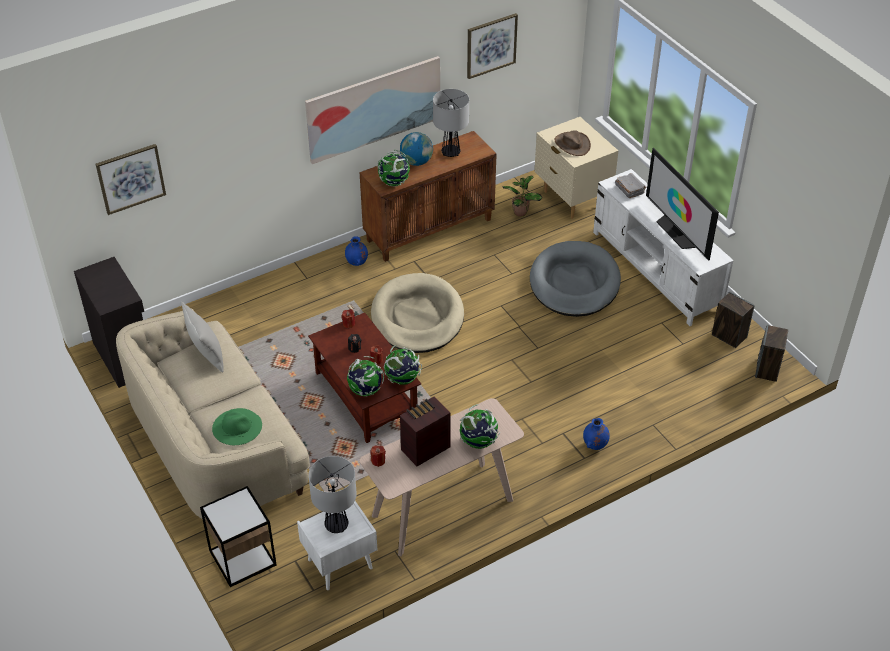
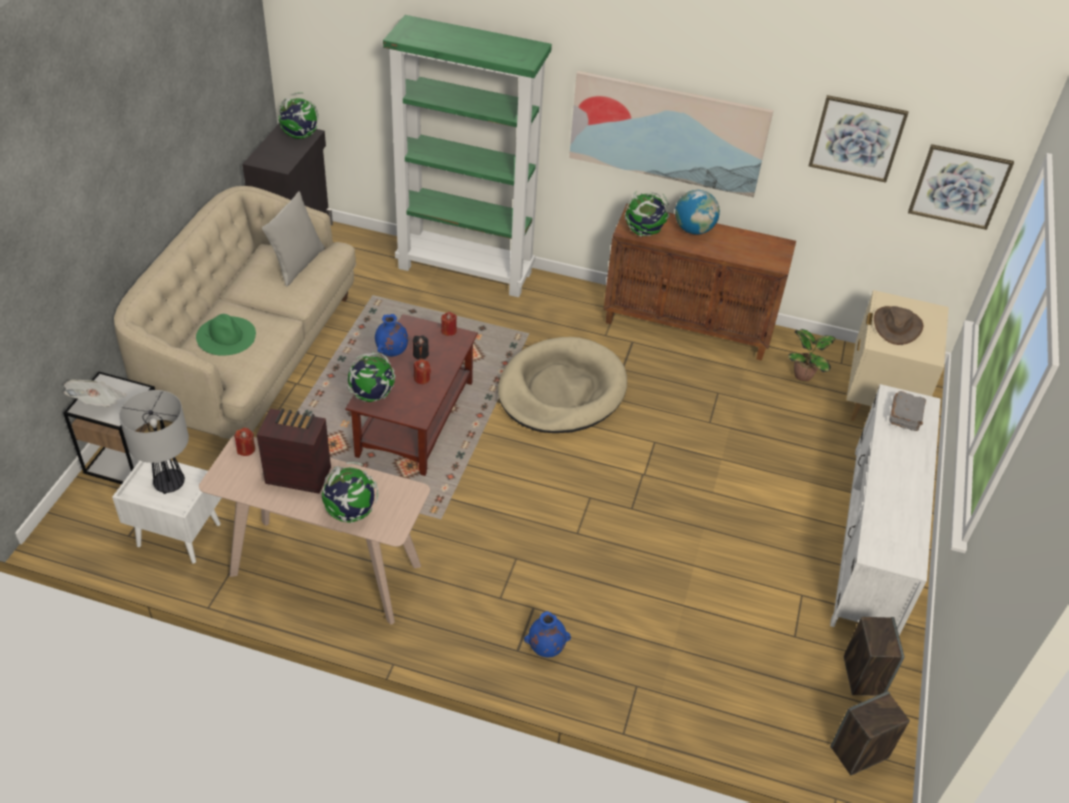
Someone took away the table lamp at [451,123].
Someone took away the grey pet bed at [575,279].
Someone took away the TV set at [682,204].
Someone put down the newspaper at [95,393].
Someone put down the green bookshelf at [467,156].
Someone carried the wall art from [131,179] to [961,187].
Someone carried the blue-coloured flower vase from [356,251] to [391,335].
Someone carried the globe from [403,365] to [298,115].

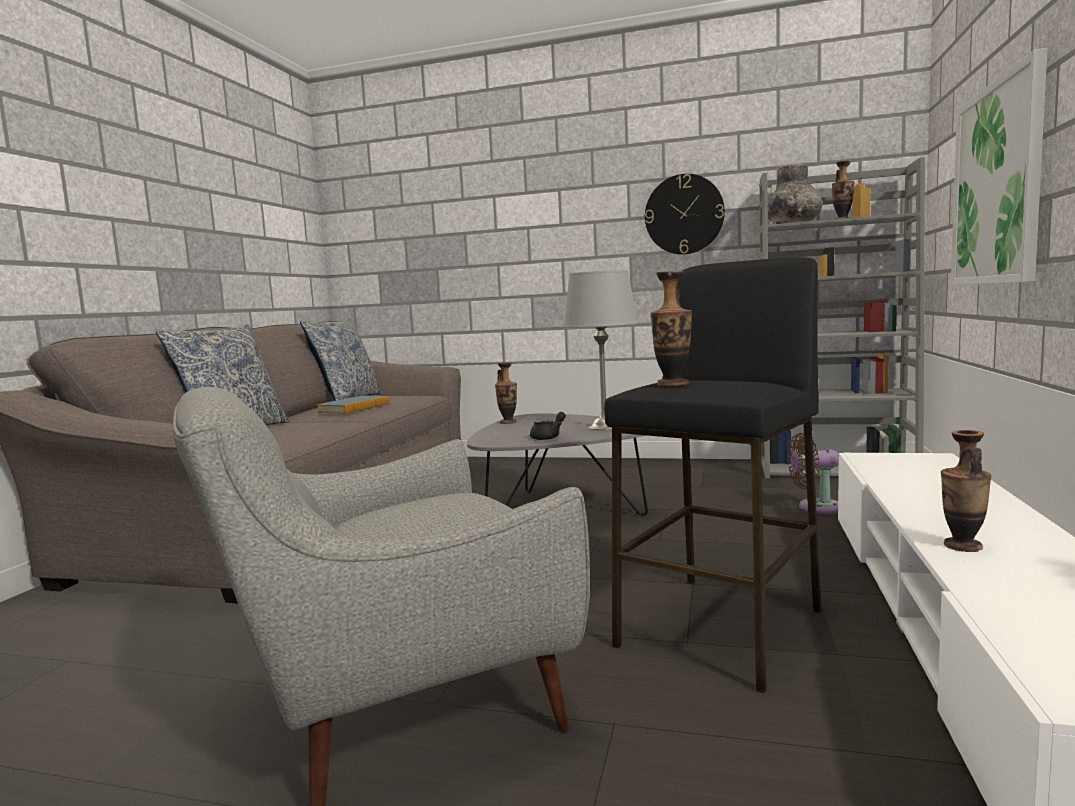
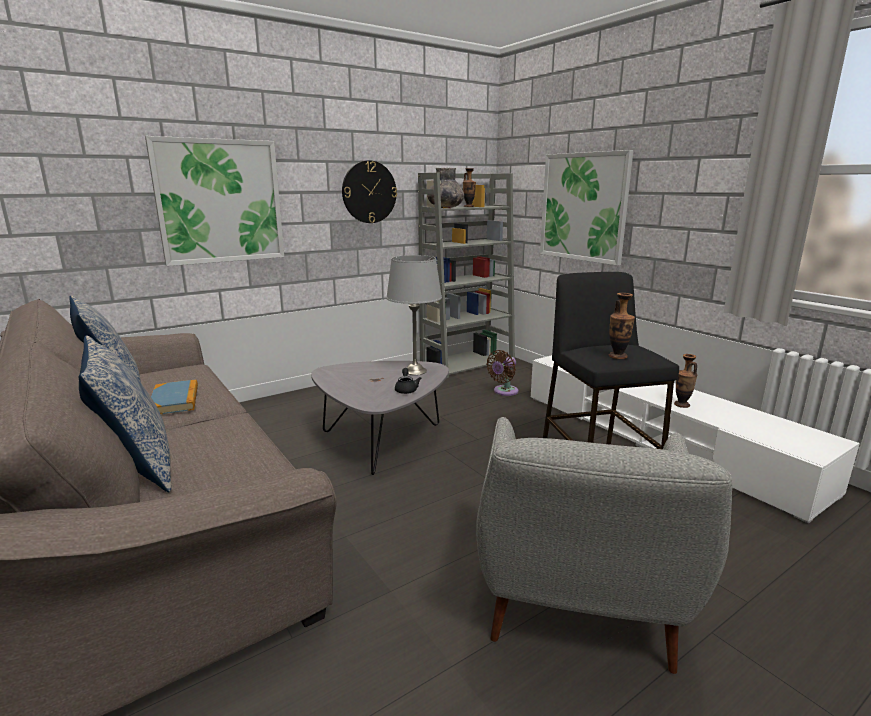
Someone took away the flower vase at [506,393].
Someone put up the wall art at [214,201].

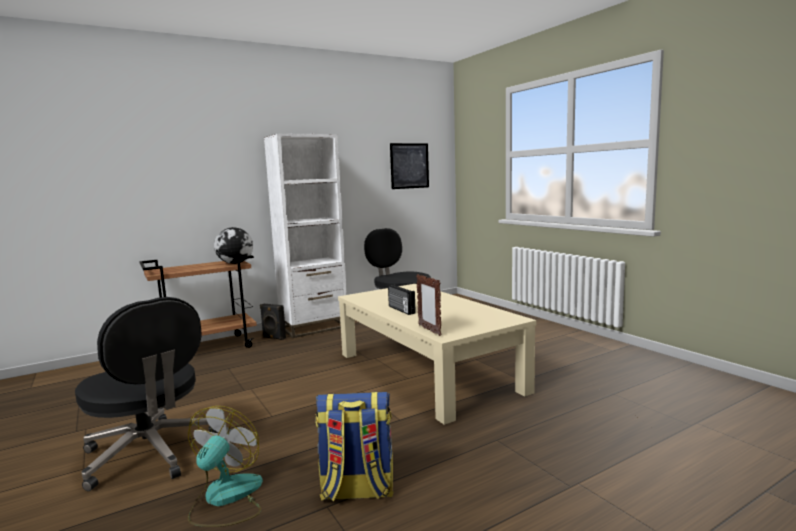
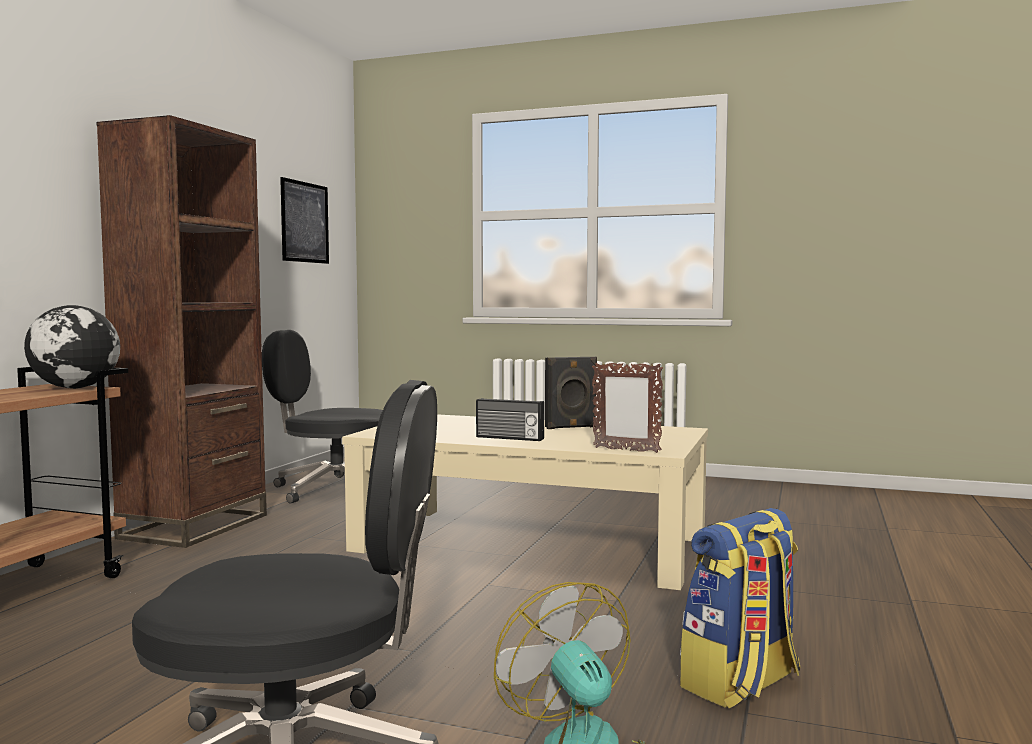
Someone carried the black-coloured speaker from [273,322] to [571,393].
Someone repainted the white bookshelf at [305,235], which became the brown bookshelf at [181,331].

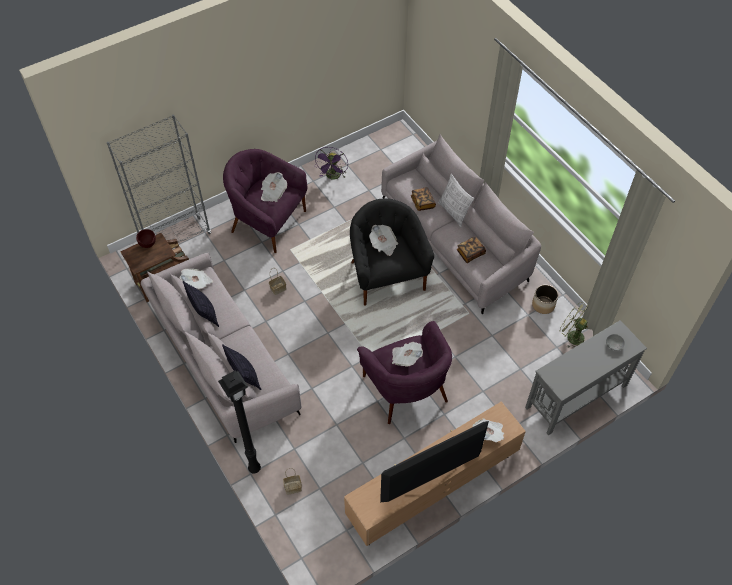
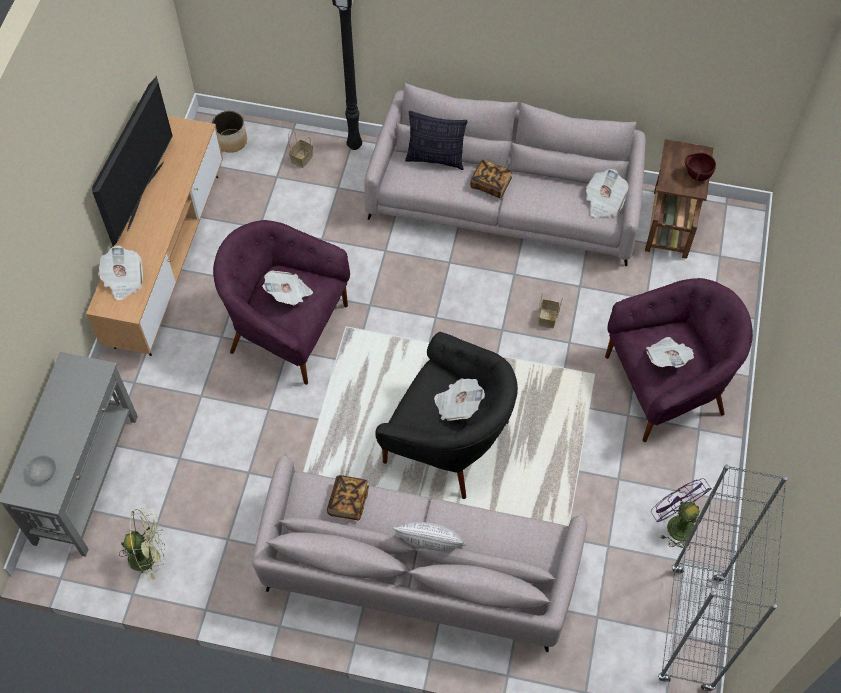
Someone took away the cushion at [201,304].
Someone carried the grey bookshelf from [159,178] to [722,578].
Someone carried the volume from [423,199] to [491,178].
Someone carried the plant pot from [545,299] to [229,132].

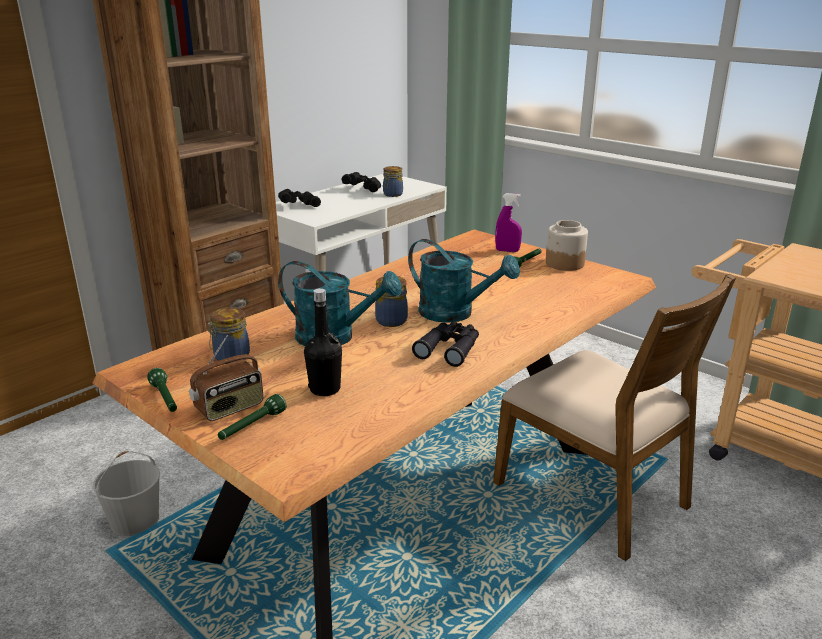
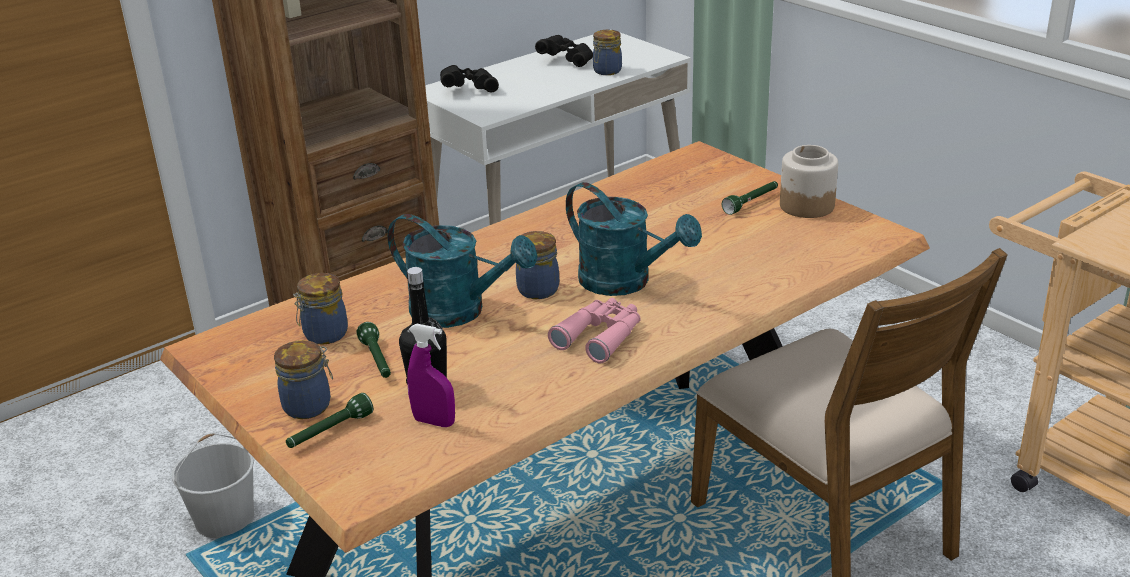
Someone carried the green torch from [162,390] to [374,350].
Someone carried the purplish sprayer from [508,222] to [431,375].
Someone swapped the radio at [226,378] for the jar at [303,379].
Someone repainted the black-coloured pair of binoculars at [445,344], which became the pink pair of binoculars at [594,331].

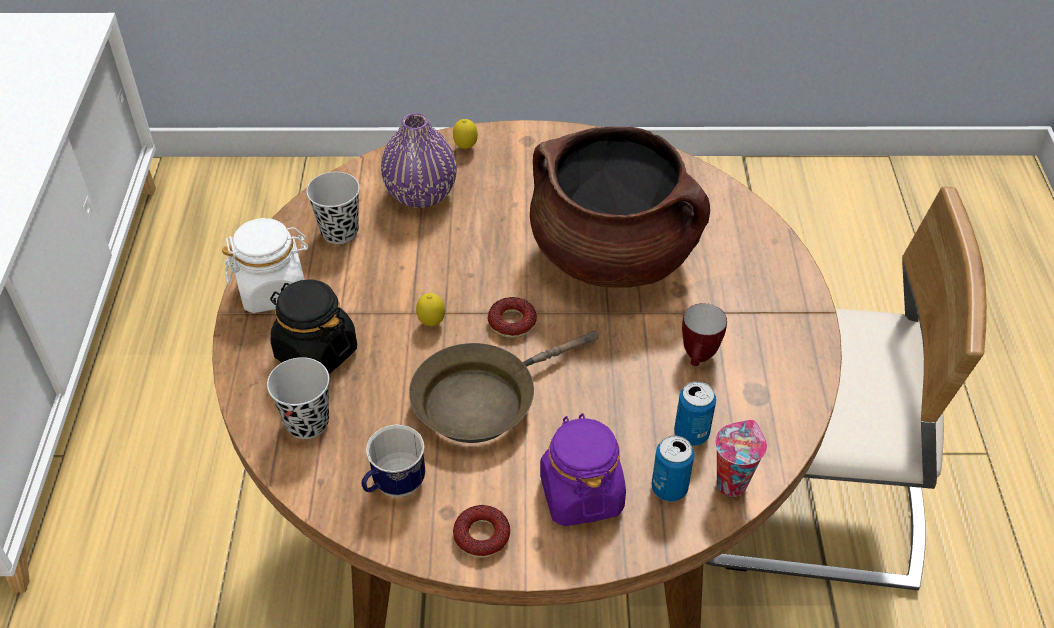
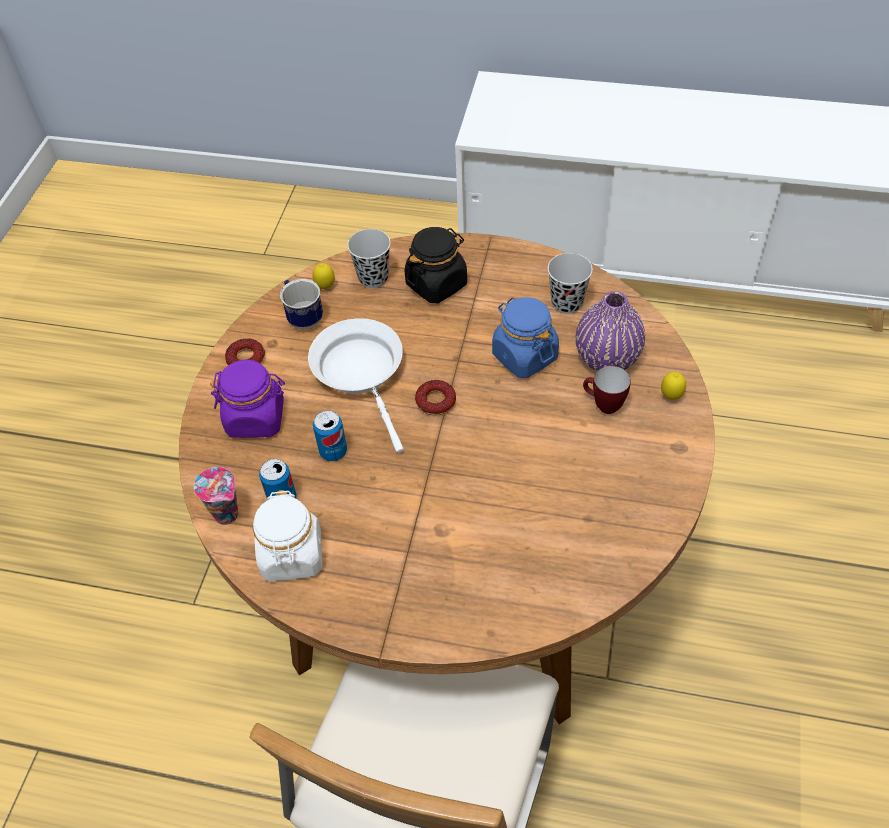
Someone took away the brown cooking pot at [620,207].
Someone put down the blue-coloured jar at [525,337].
Someone carried the white jar from [265,265] to [287,536].
Someone carried the whole lemon from [430,309] to [323,276].
Someone carried the sealed can from [673,468] to [330,435].
Someone carried the coffee mug from [704,334] to [607,390].
Someone repainted the brown pan at [504,387], which became the white pan at [356,385].

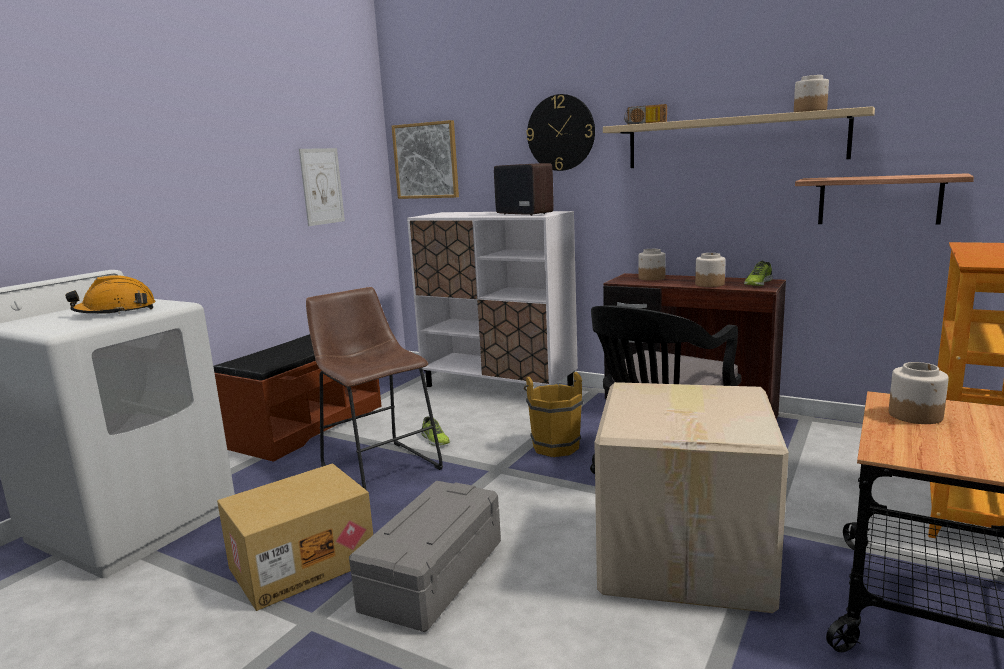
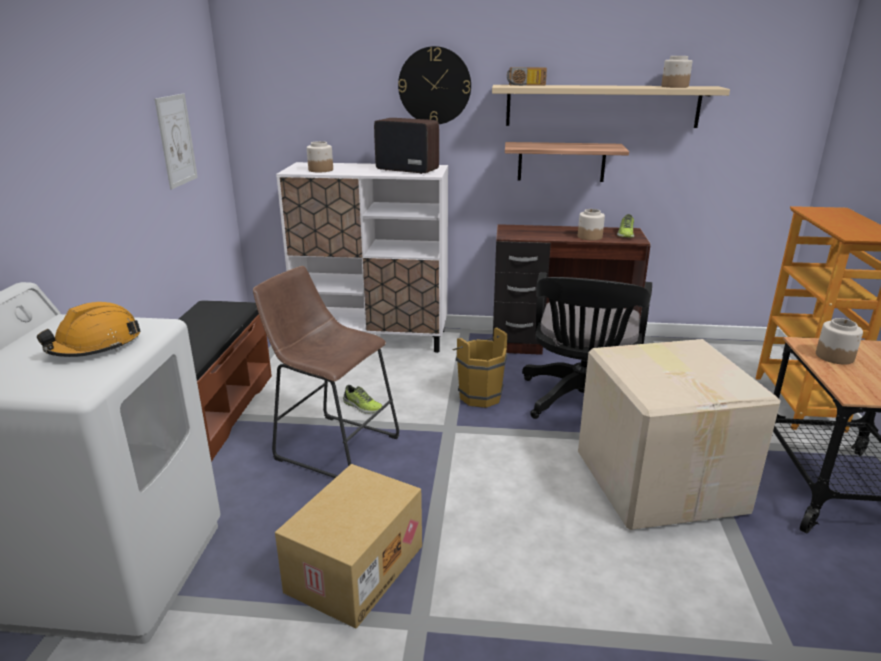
Someone took away the grey storage container at [425,556].
Someone took away the wall art at [425,159].
Someone carried the jar from [652,265] to [320,156].
Someone carried the shelf from [884,198] to [567,162].

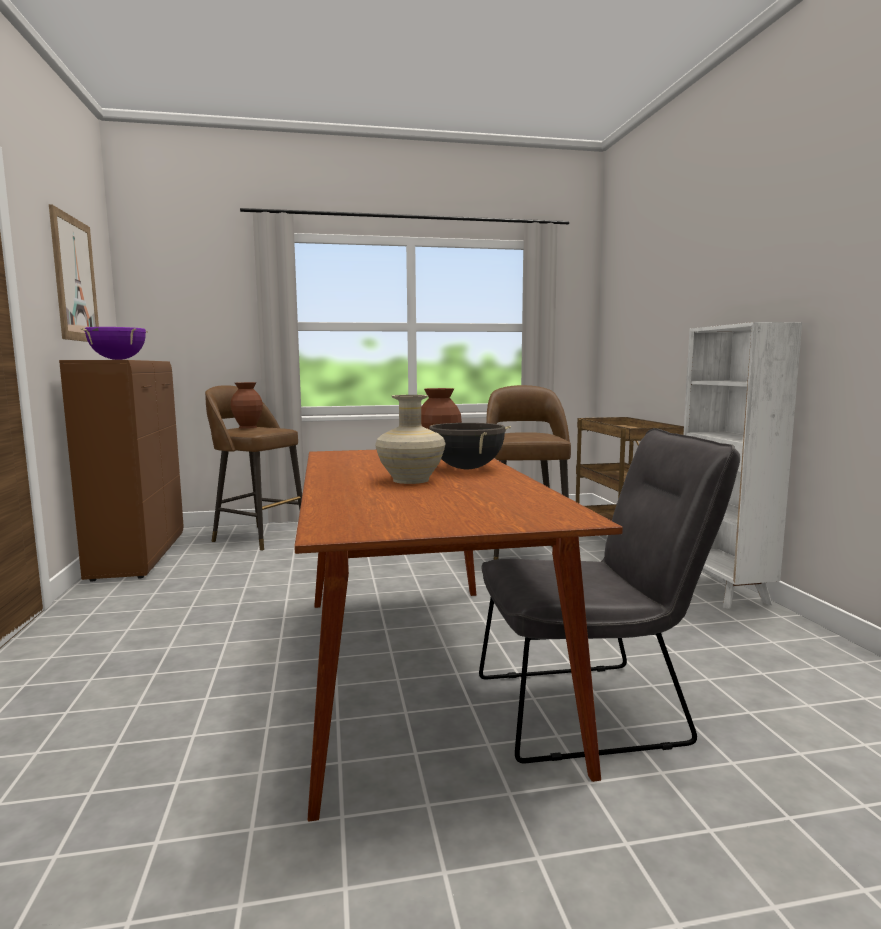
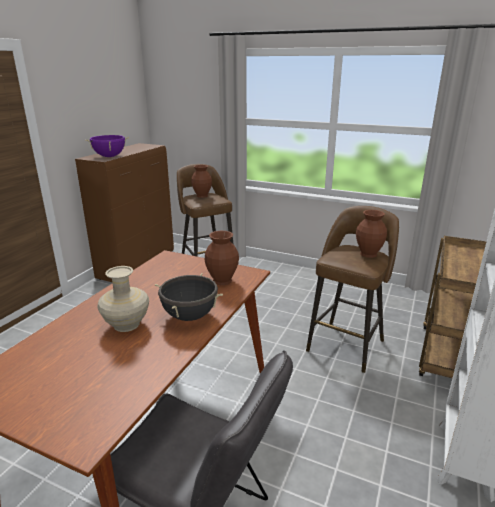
Someone took away the wall art at [74,273].
Someone put down the brown flower vase at [371,234].

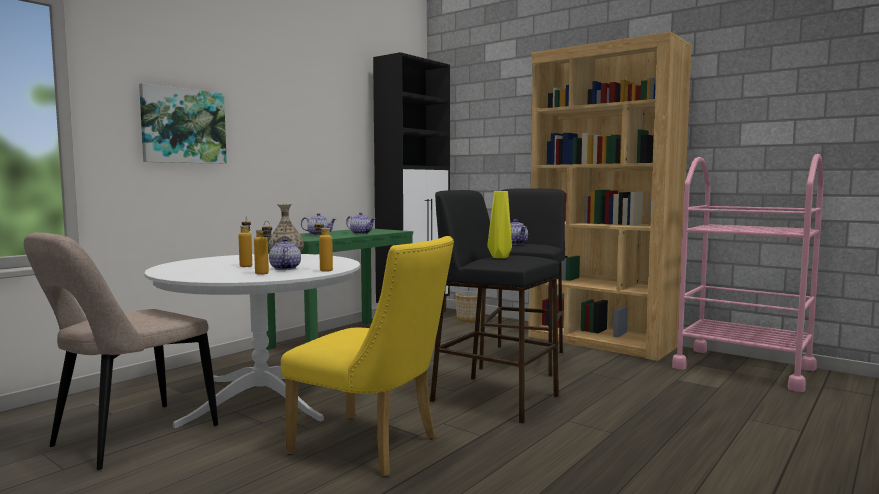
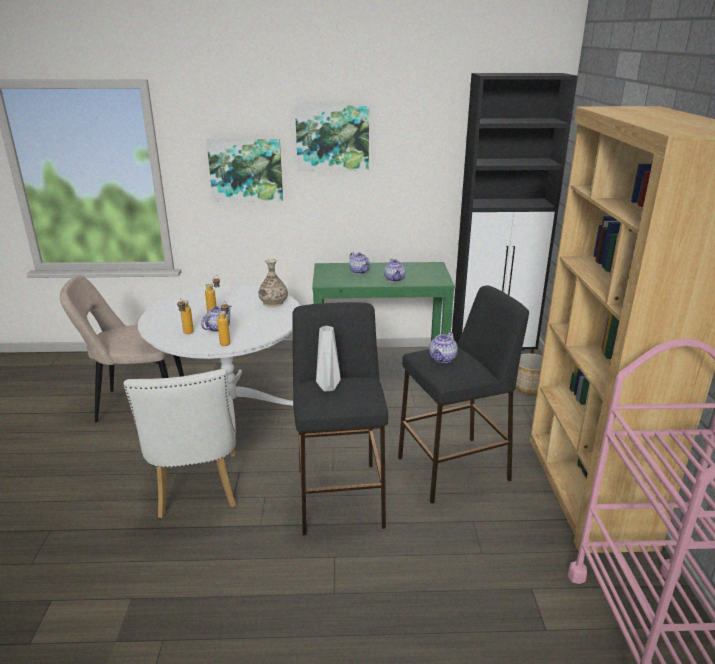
Someone put up the wall art at [332,137].
Someone repainted the yellowish upright chair at [367,356], which became the white upright chair at [180,443].
Someone repainted the yellowish flower vase at [499,224], which became the grey flower vase at [328,358].

